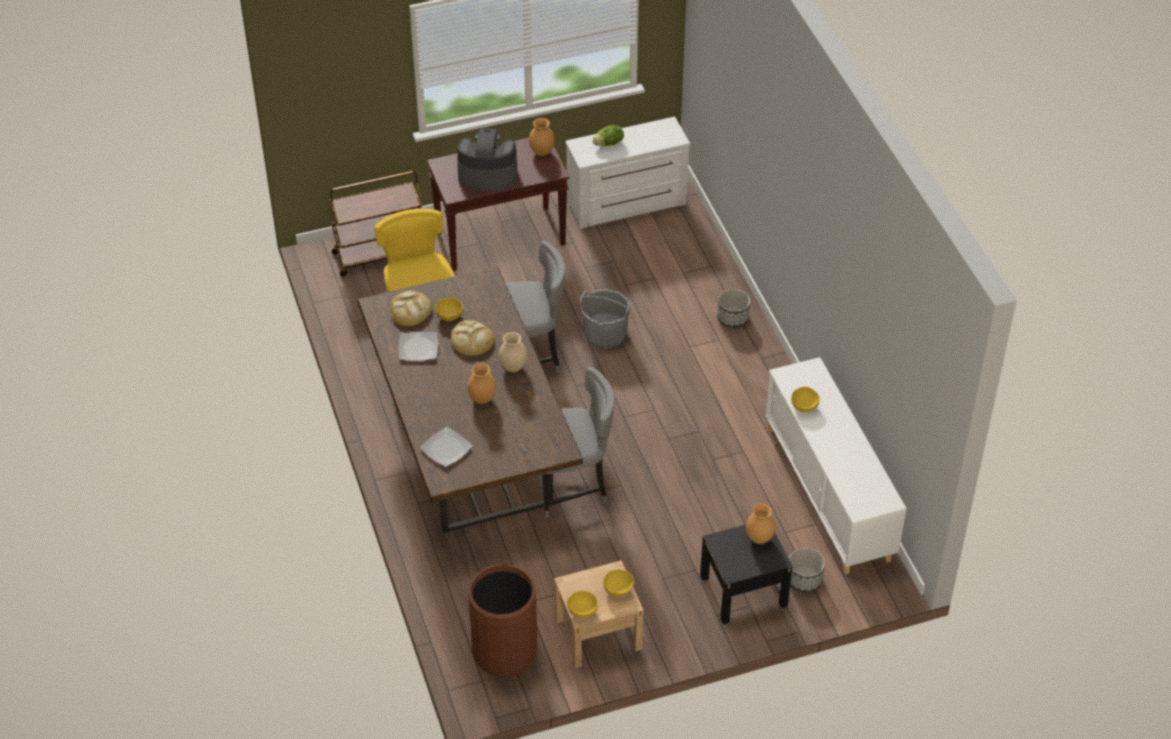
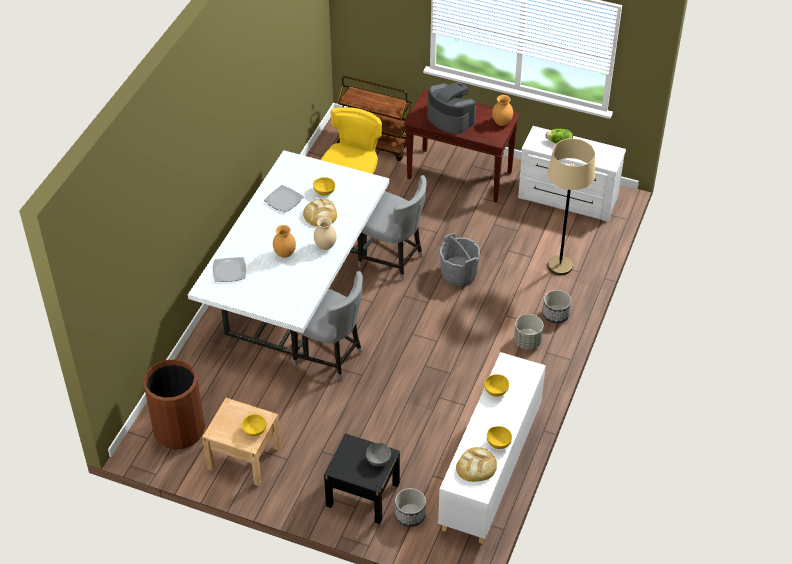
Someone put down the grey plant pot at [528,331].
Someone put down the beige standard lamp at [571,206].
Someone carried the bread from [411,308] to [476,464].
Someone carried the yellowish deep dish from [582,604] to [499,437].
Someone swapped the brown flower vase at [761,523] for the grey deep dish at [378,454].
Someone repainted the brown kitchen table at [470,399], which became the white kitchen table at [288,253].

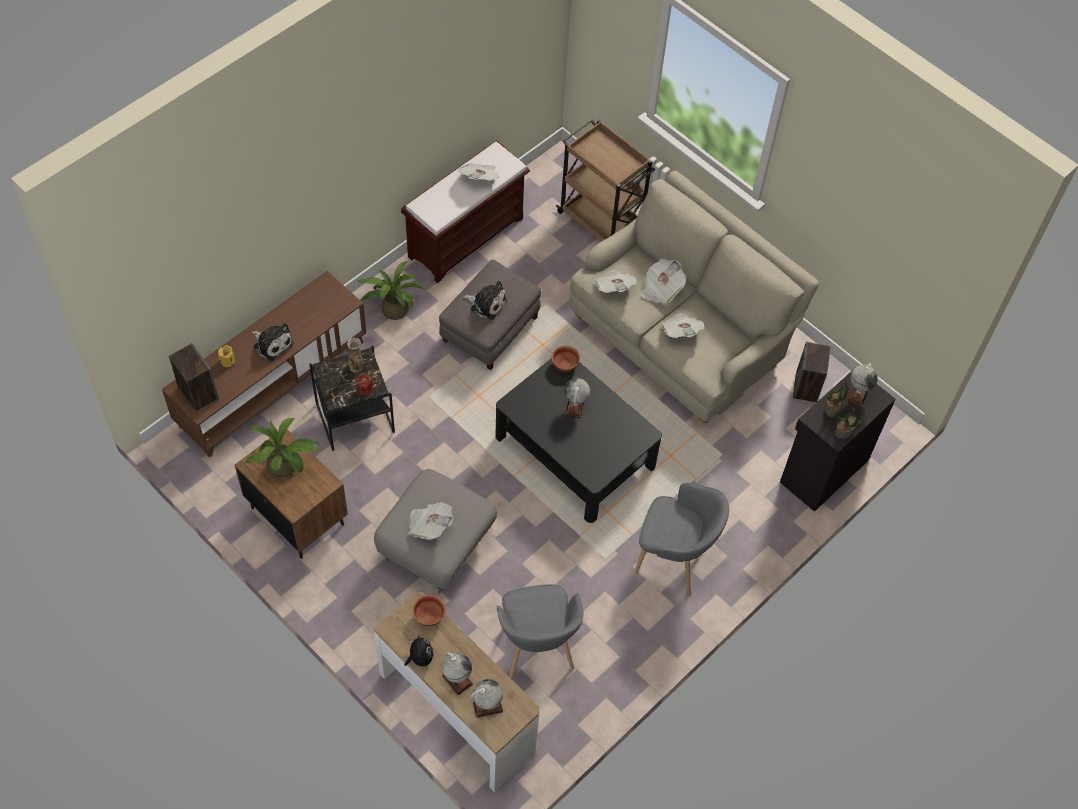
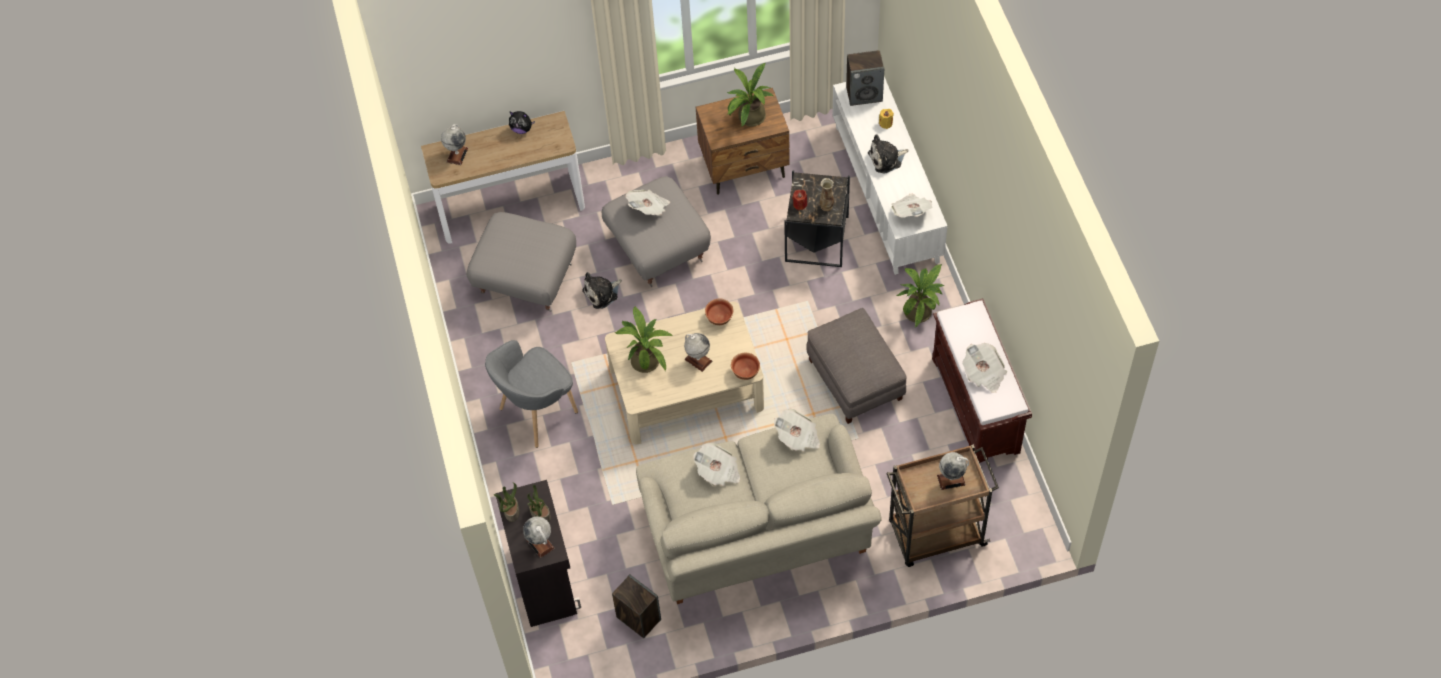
Someone put down the plant in a pot at [644,339].
Someone carried the deep dish from [429,610] to [719,312].
Someone carried the globe from [457,673] to [953,471].
Someone carried the soft toy from [485,300] to [602,290].
Someone carried the newspaper from [663,282] to [911,206].
Someone swapped the grey armchair at [540,631] for the grey pouffe at [521,262].
Someone repainted the brown tv stand at [264,364], which became the white tv stand at [890,176].
Someone repainted the black-coloured coffee table at [578,440], which became the beige coffee table at [684,372].

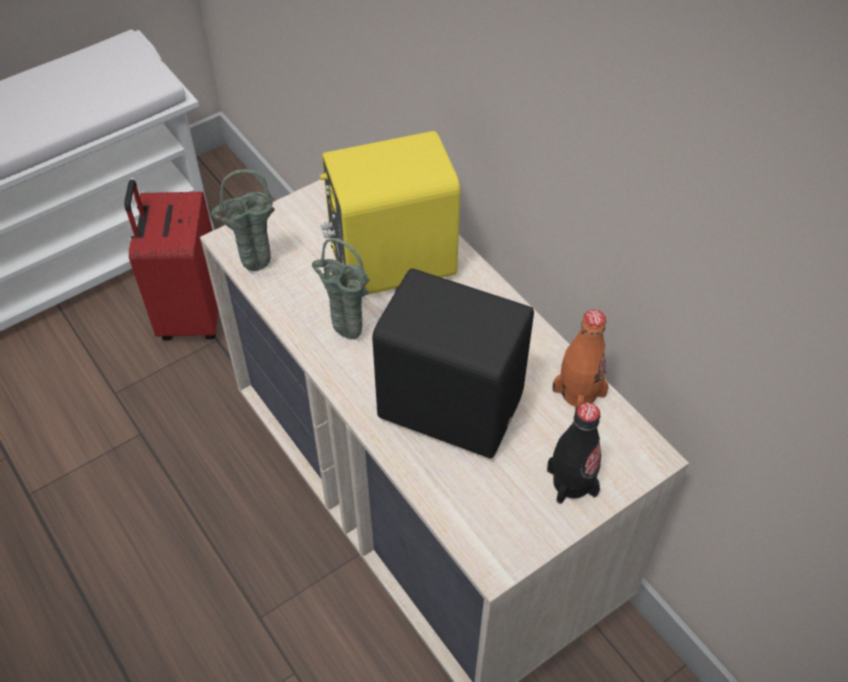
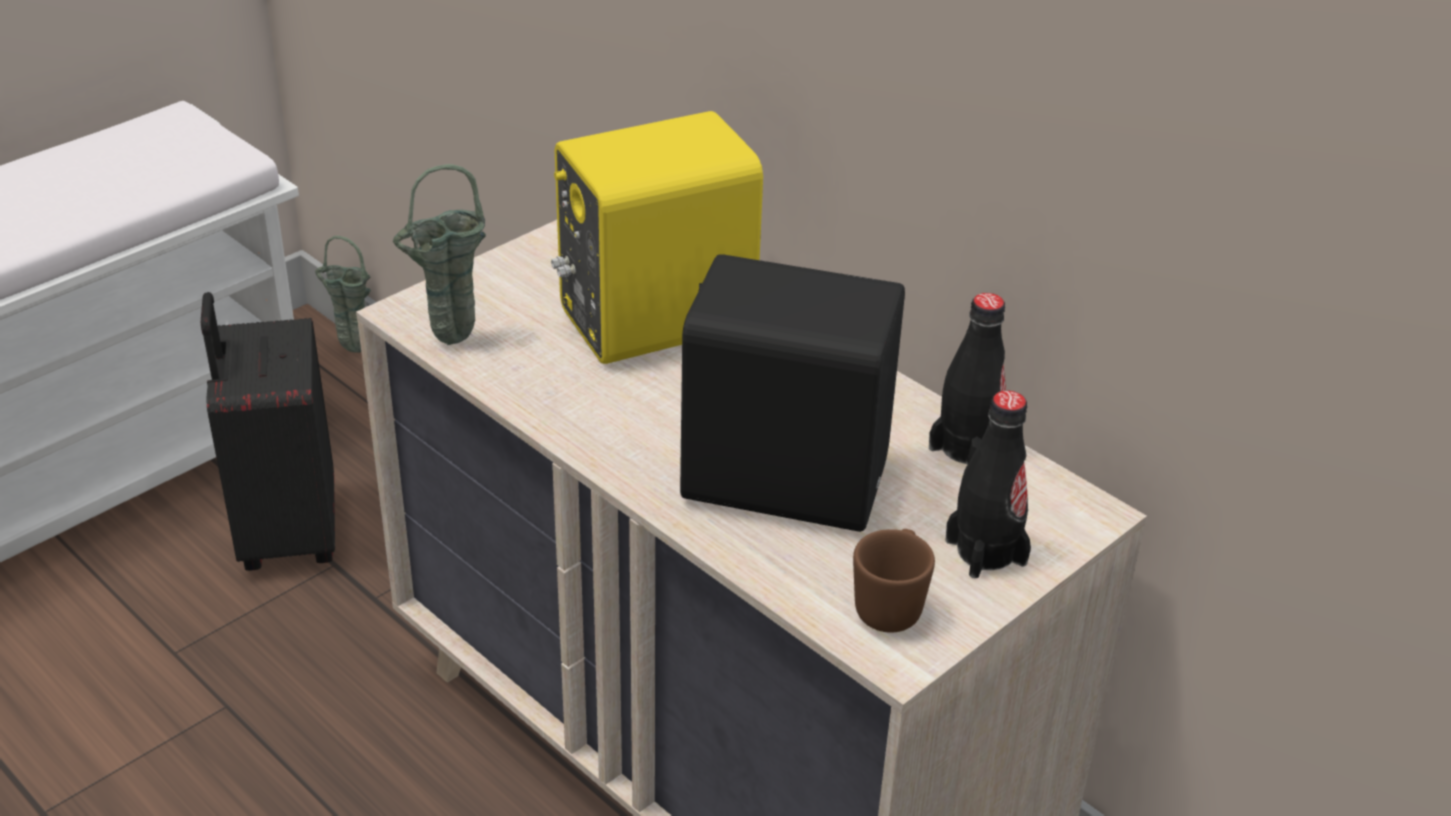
Someone put down the brown coffee mug at [894,581].
Someone carried the green flower vase from [341,288] to [343,294].
Someone repainted the red suitcase at [171,260], which became the black-coloured suitcase at [268,431].
Someone repainted the orange drink bottle at [580,361], which became the black-coloured drink bottle at [967,379].

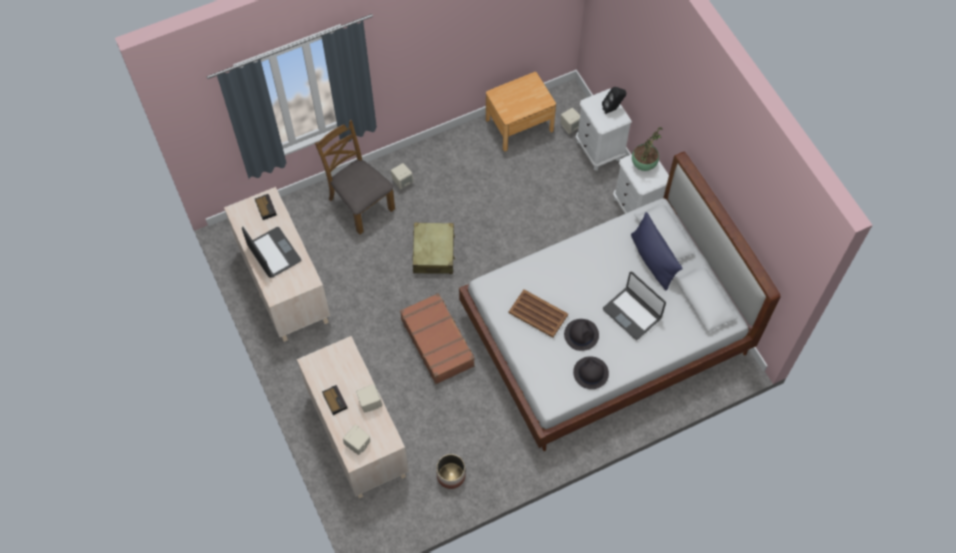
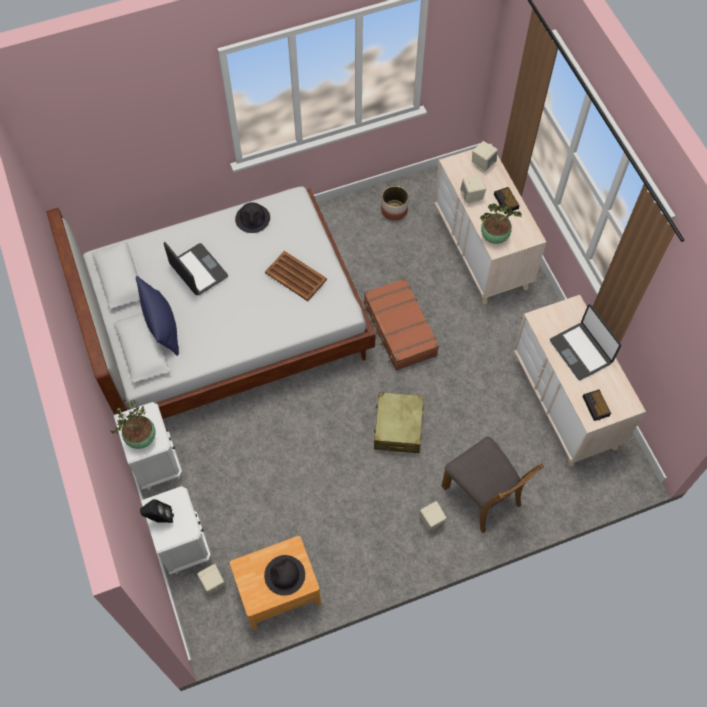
Someone put down the plant in a pot at [501,223].
Someone carried the black-coloured hat from [581,335] to [284,575].

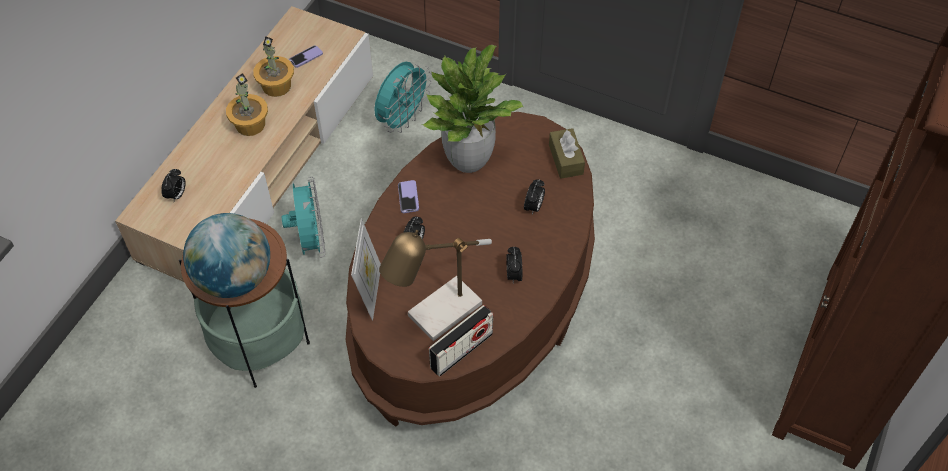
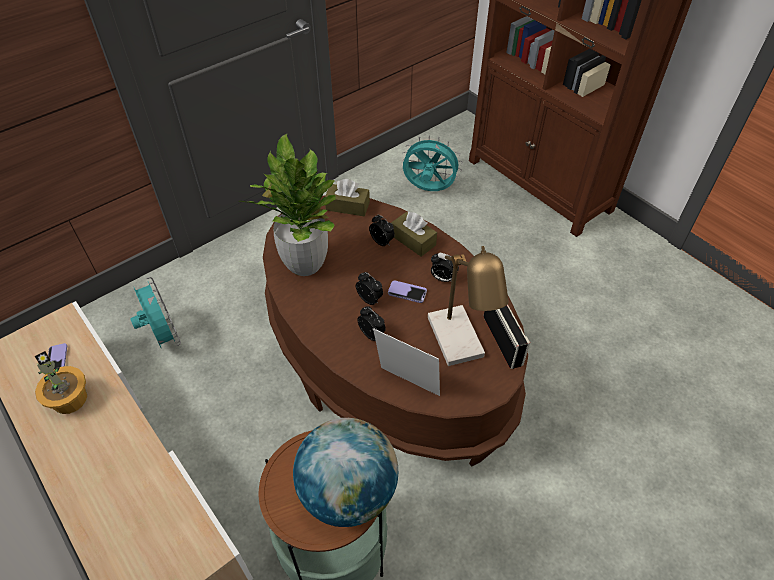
Someone took away the plant in a pot at [247,104].
Someone put down the brown box of tissues at [414,234].
Someone carried the bedside clock from [173,185] to [369,288].
Someone carried the turquoise electric fan from [303,217] to [432,163].
Someone carried the phone from [408,196] to [407,291].

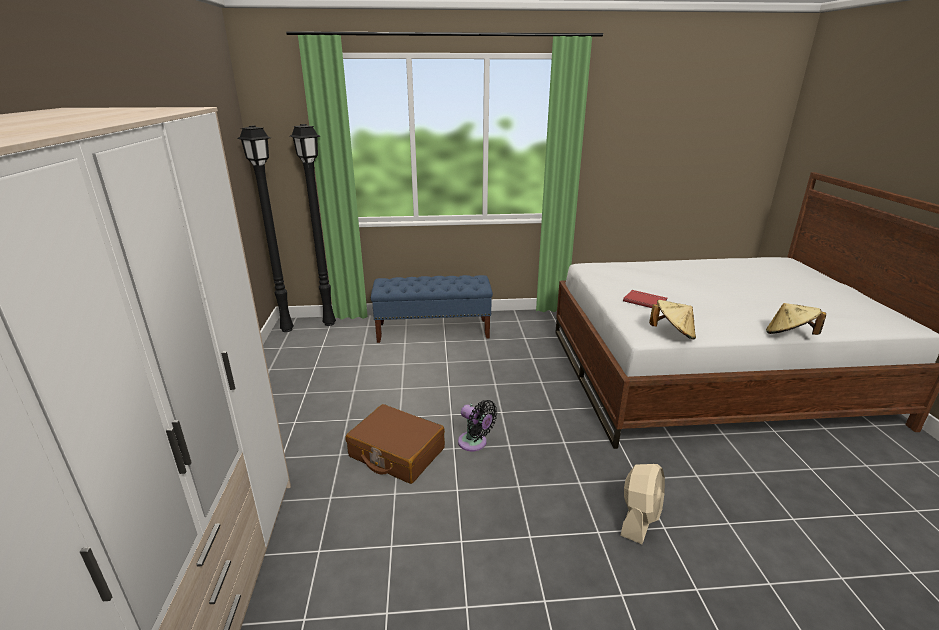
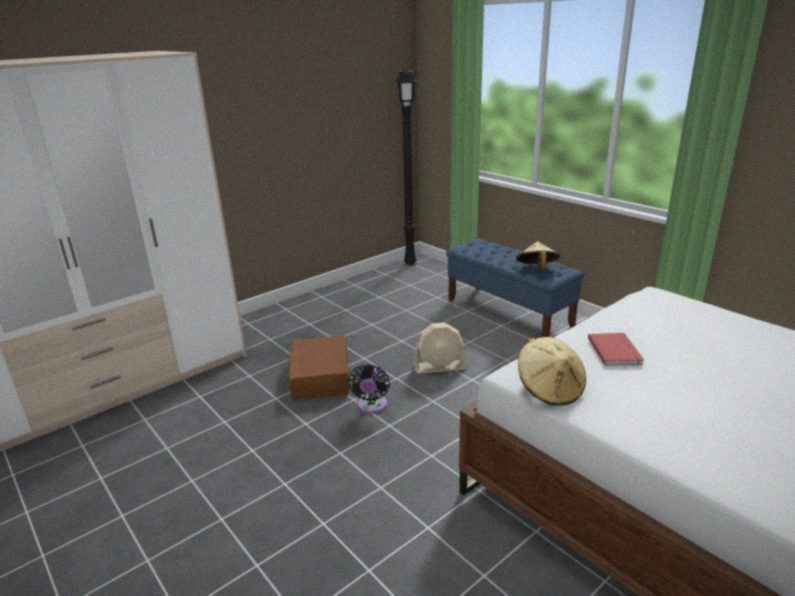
Someone took away the black-coloured standard lamp at [313,225].
Someone carried the beige electric fan from [642,504] to [440,348].
Someone carried the beige hat from [796,319] to [538,256].

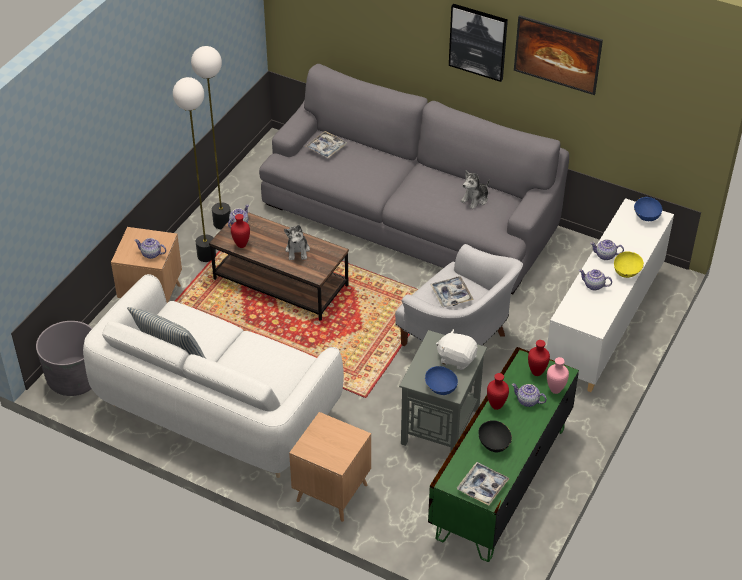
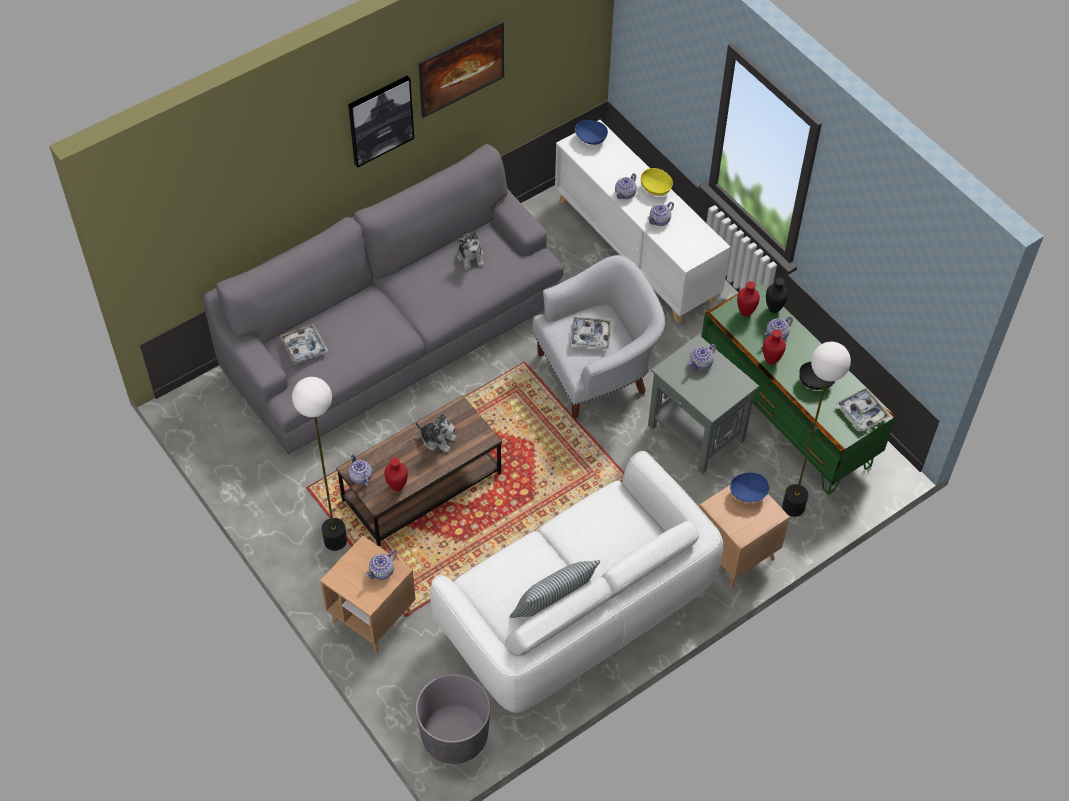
Someone carried the standard lamp from [211,137] to [816,429].
Someone carried the blue-coloured deep dish from [441,380] to [750,487].
Someone swapped the white soft toy at [457,349] for the pot for tea at [702,357].
Someone repainted the pink flower vase at [558,375], which became the black-coloured flower vase at [777,295].

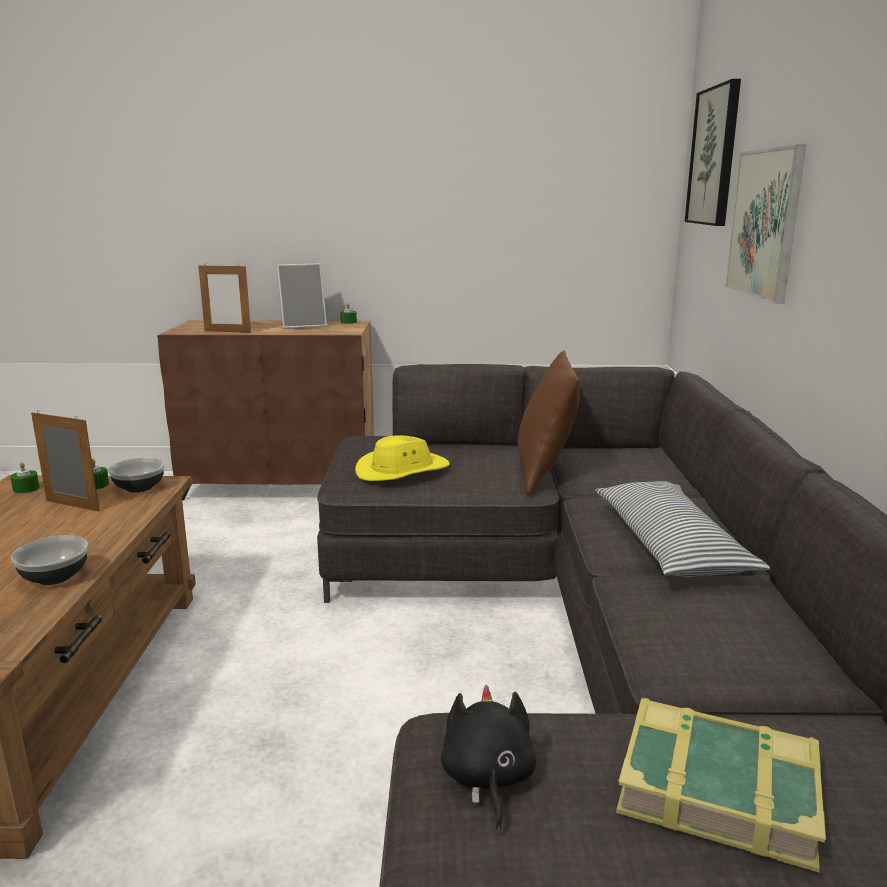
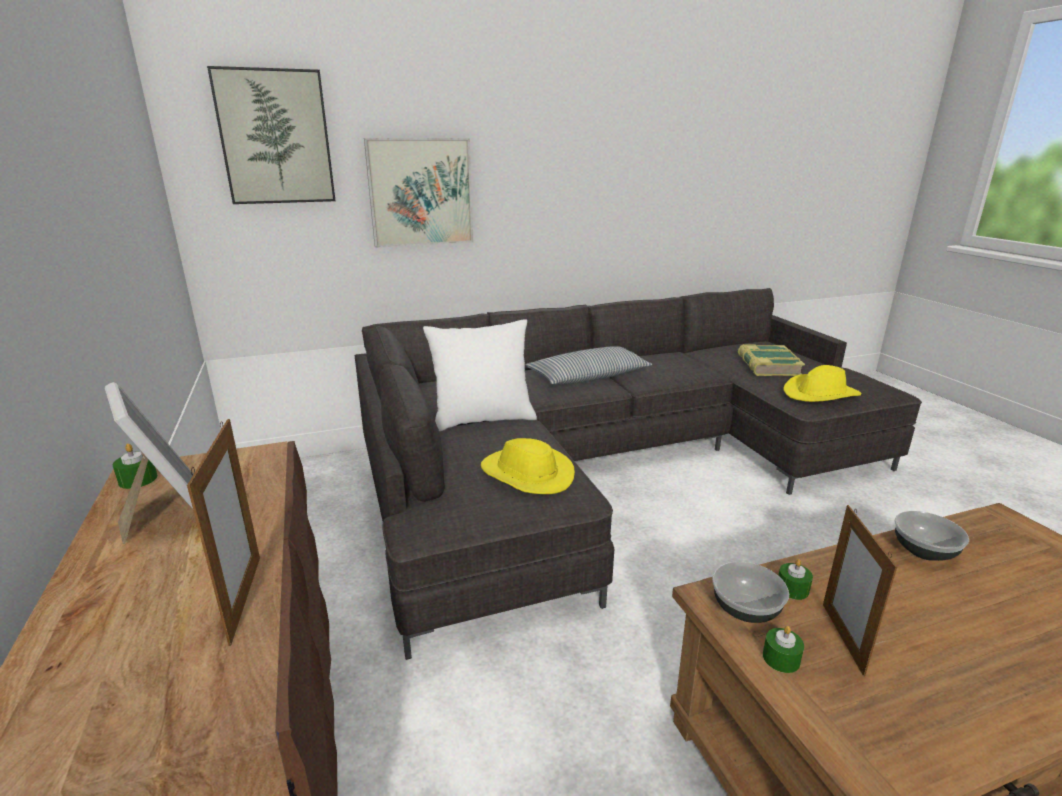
Someone carried the green wax candle from [25,478] to [795,579].
Someone swapped the black-coloured soft toy at [488,758] for the yellowish hat at [823,383].
Someone repainted the brown cushion at [549,422], which became the white cushion at [480,375].

